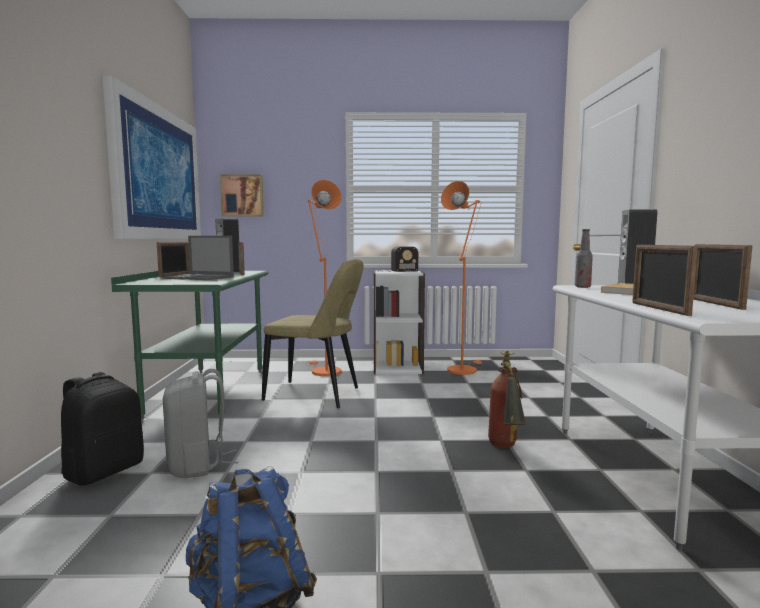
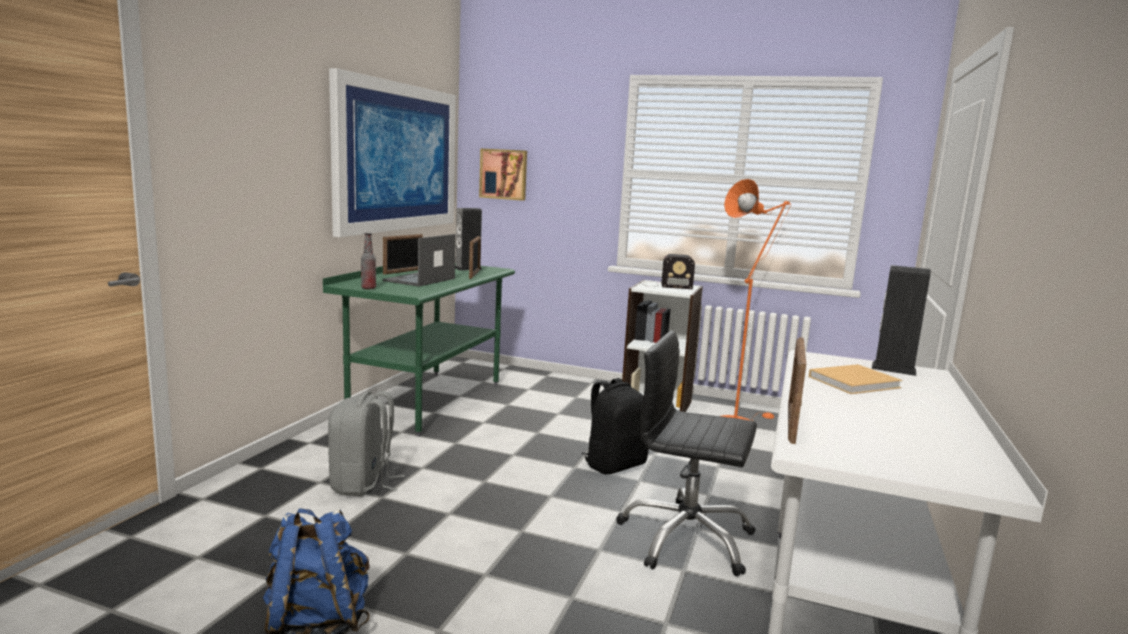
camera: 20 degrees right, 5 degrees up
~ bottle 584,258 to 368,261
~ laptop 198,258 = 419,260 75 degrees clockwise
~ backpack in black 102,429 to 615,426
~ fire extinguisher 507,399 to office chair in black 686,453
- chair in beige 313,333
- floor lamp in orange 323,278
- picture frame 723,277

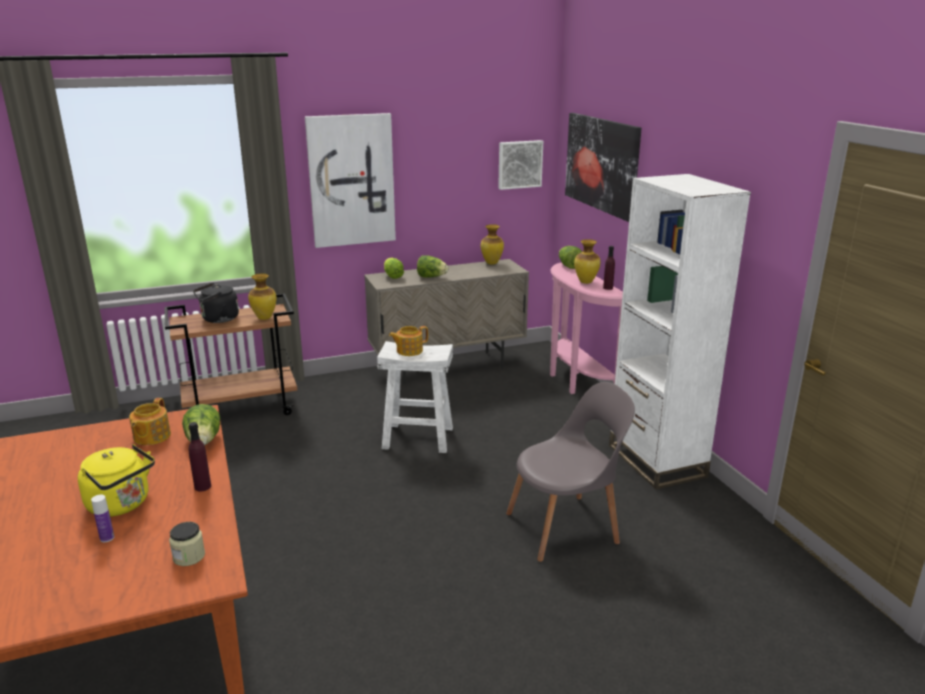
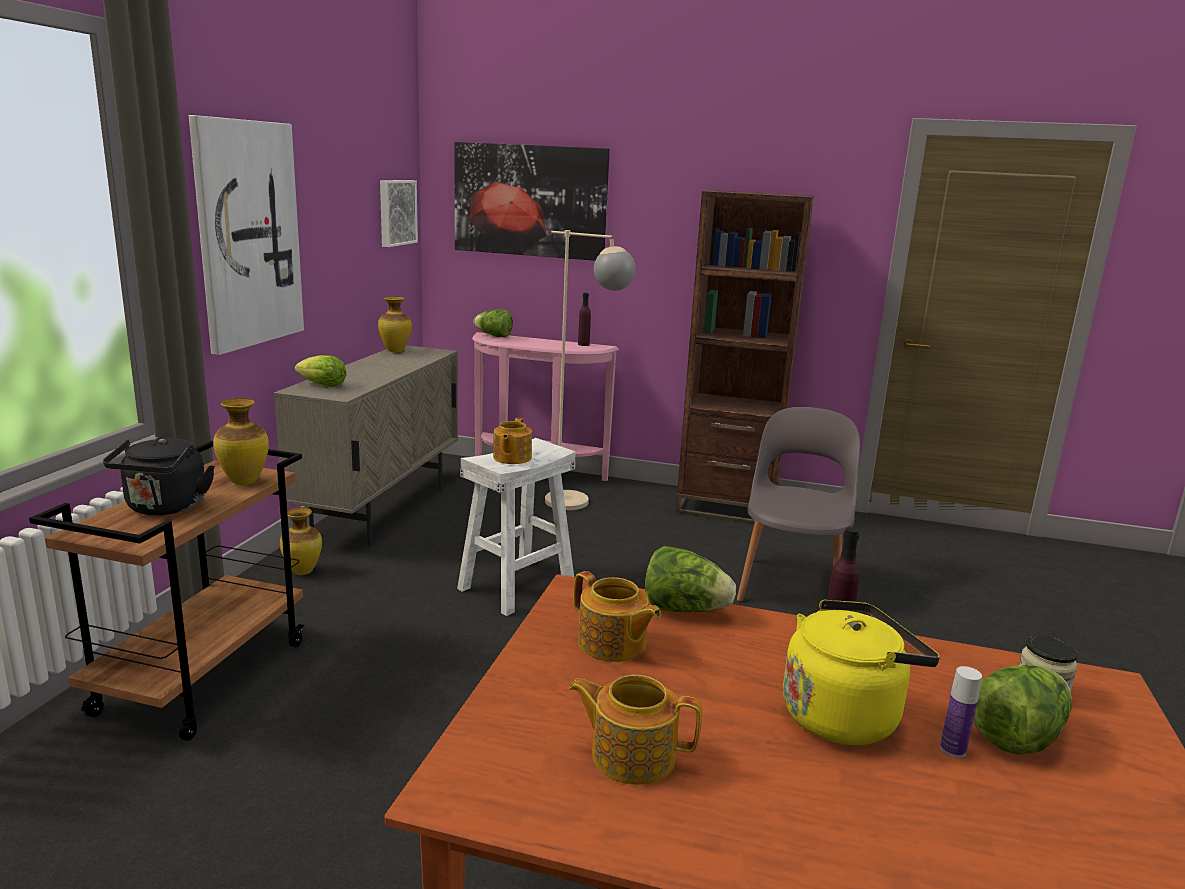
camera: 55 degrees left, 5 degrees down
~ vase 587,261 to 301,541
+ floor lamp in beige 590,370
+ teapot 635,729
~ bookcase in white 680,331 to bookcase in brown 744,358
~ lettuce 432,266 to 1023,710

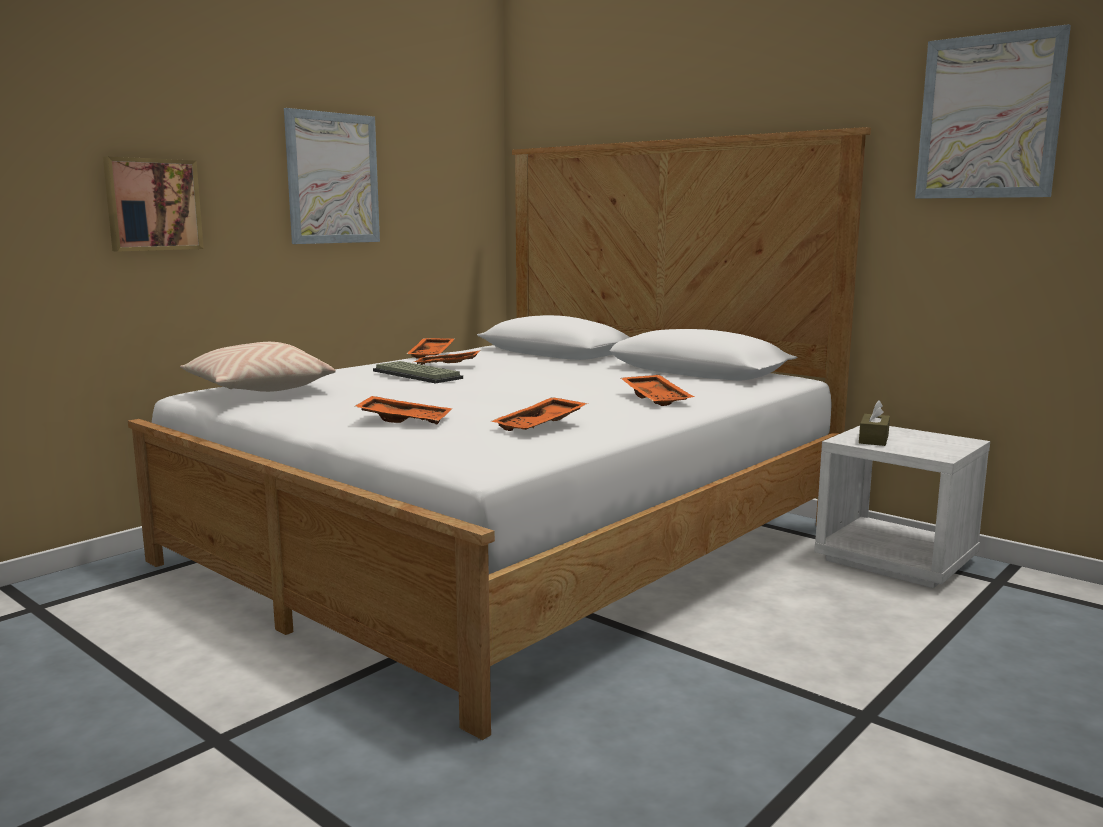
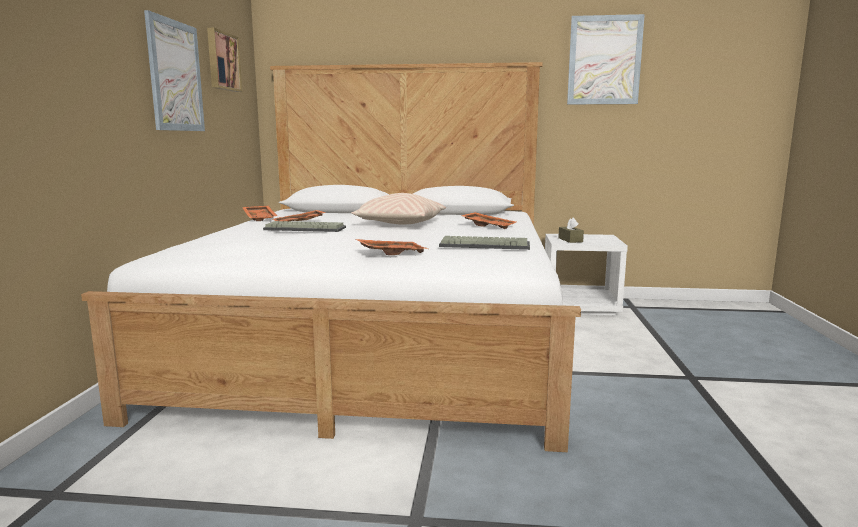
camera: 35 degrees left, 0 degrees up
~ picture 153,204 to 224,60
~ pillow in beige 258,367 to 398,209
~ tray in orange 539,414 to keyboard 484,243

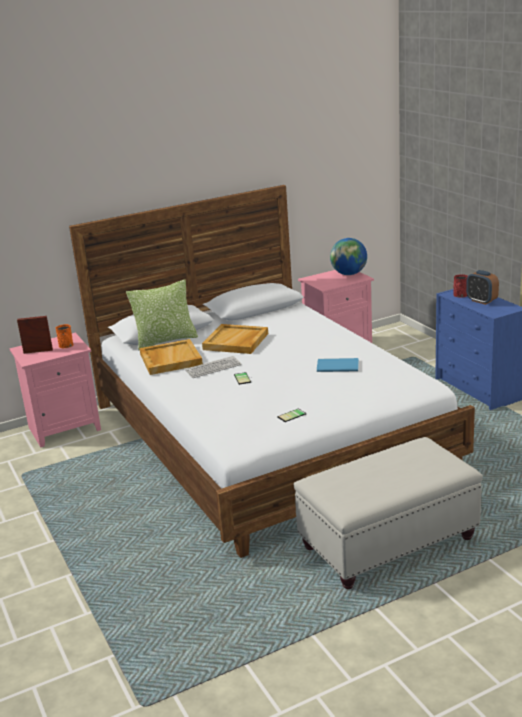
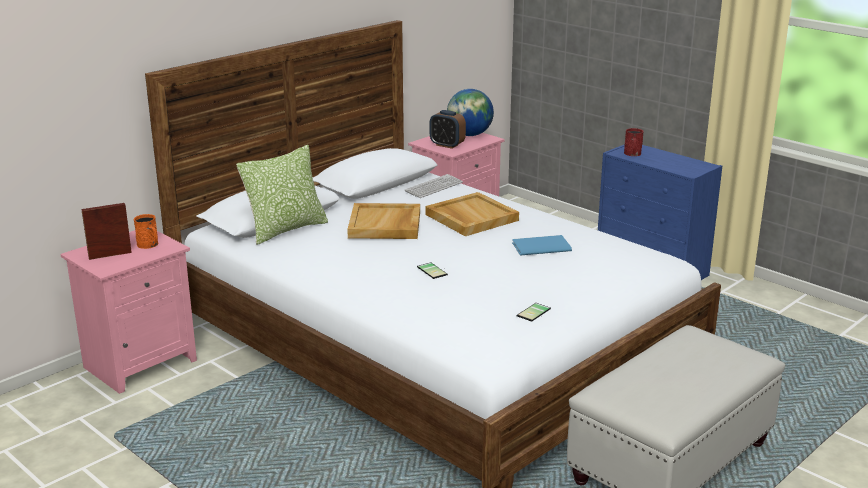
camera: 20 degrees left, 0 degrees up
~ keyboard 213,367 to 434,186
~ tray in beige 171,357 to 472,214
~ alarm clock 482,287 to 448,129

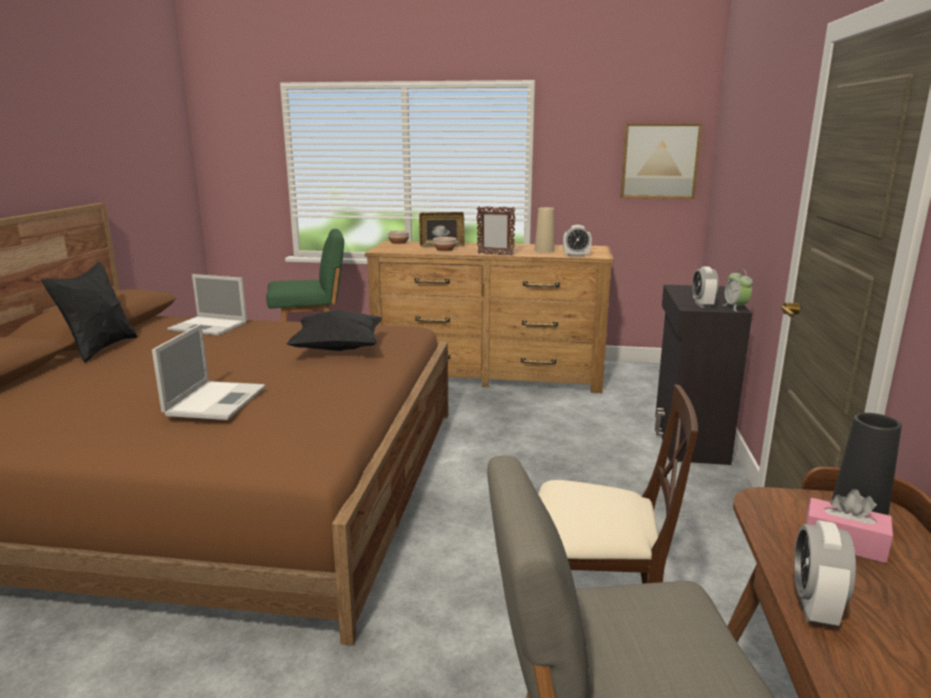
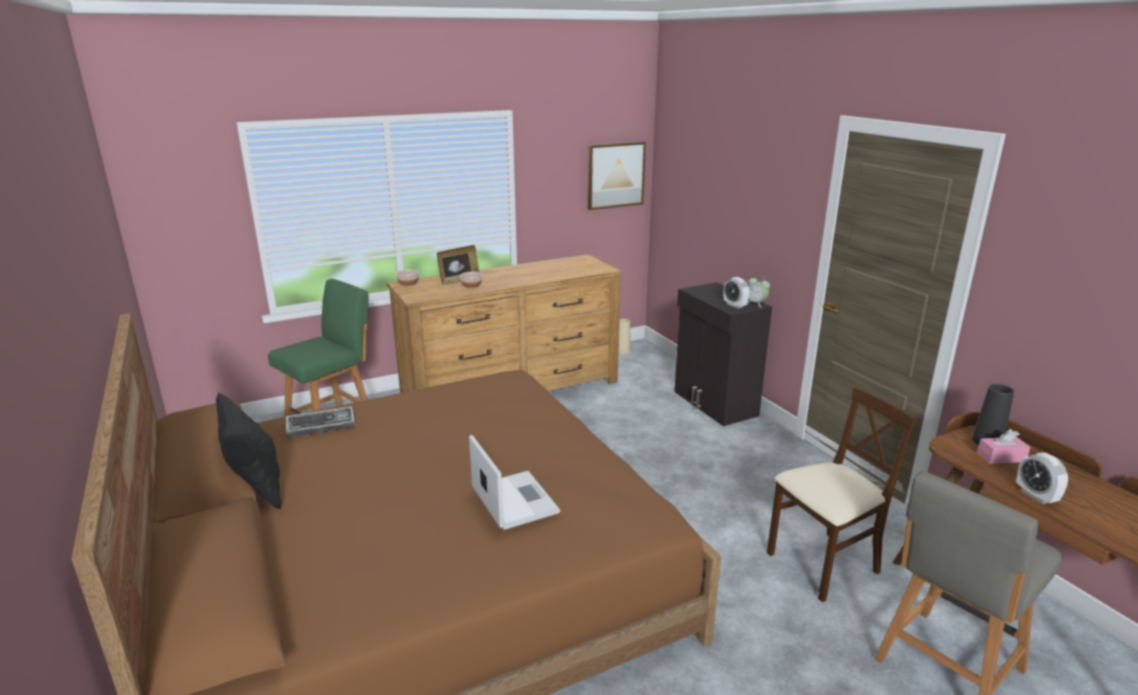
camera: 35 degrees left, 5 degrees up
~ laptop 207,305 to keyboard 321,422
~ vase in beige 545,230 to 624,336
- pillow in black 334,330
- picture frame 495,231
- alarm clock 577,241

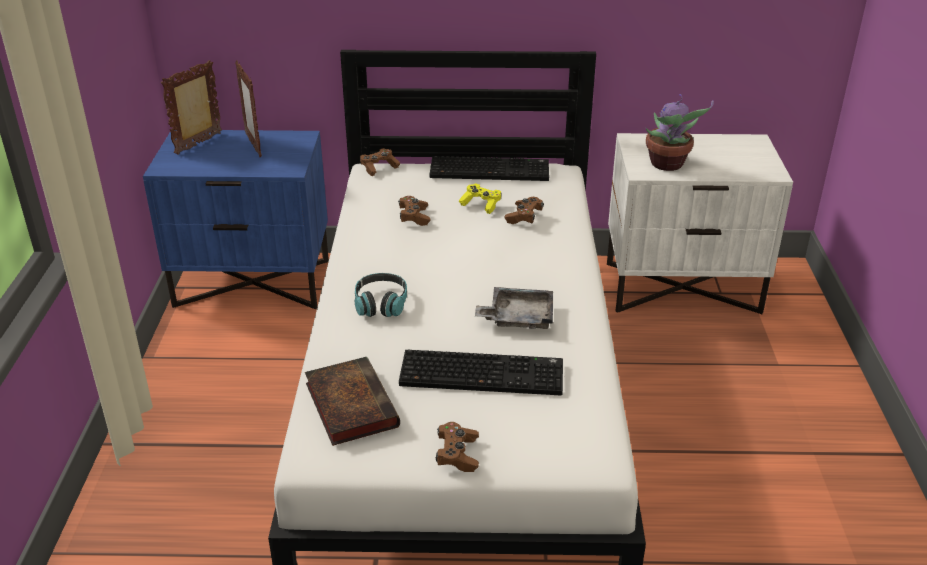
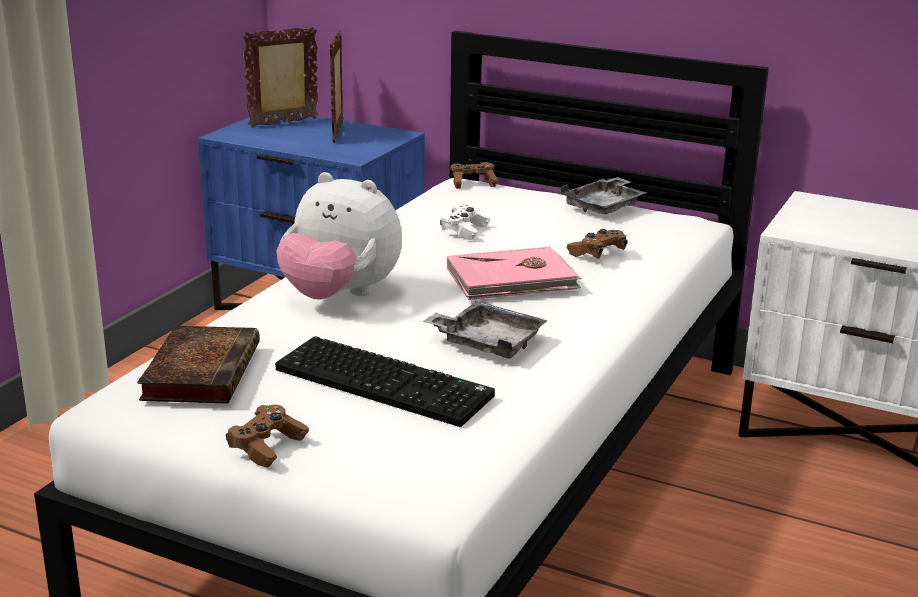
camera: 25 degrees right, 10 degrees down
~ headphones 381,295 to plush toy 339,236
~ game controller in brown 414,211 to game controller in white 465,222
+ book in pink 514,273
~ keyboard 489,168 to tray in grey 604,195
- game controller in yellow 480,199
- potted plant 680,132

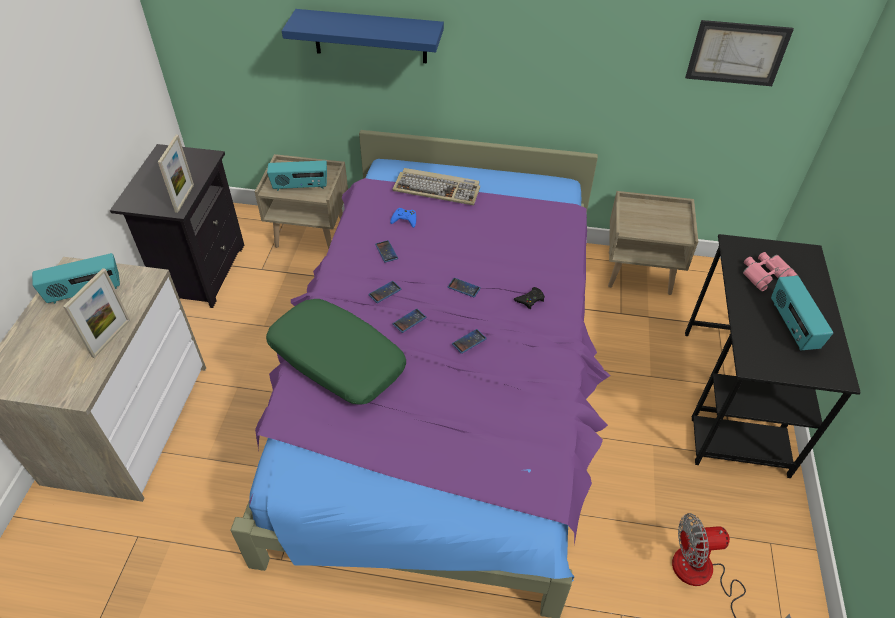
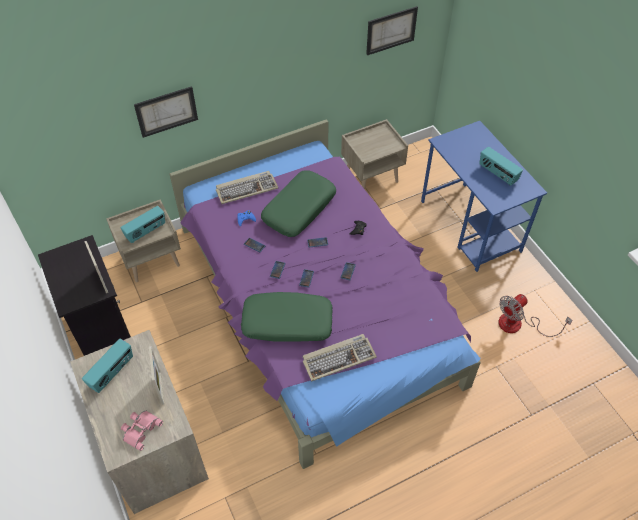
camera: 35 degrees left, 5 degrees up
~ binoculars in pink 770,272 to 142,431
~ shelf in blue 363,36 to picture 166,112
+ pillow in green 298,203
+ keyboard 340,357
~ desk in black 773,356 to desk in blue 484,196

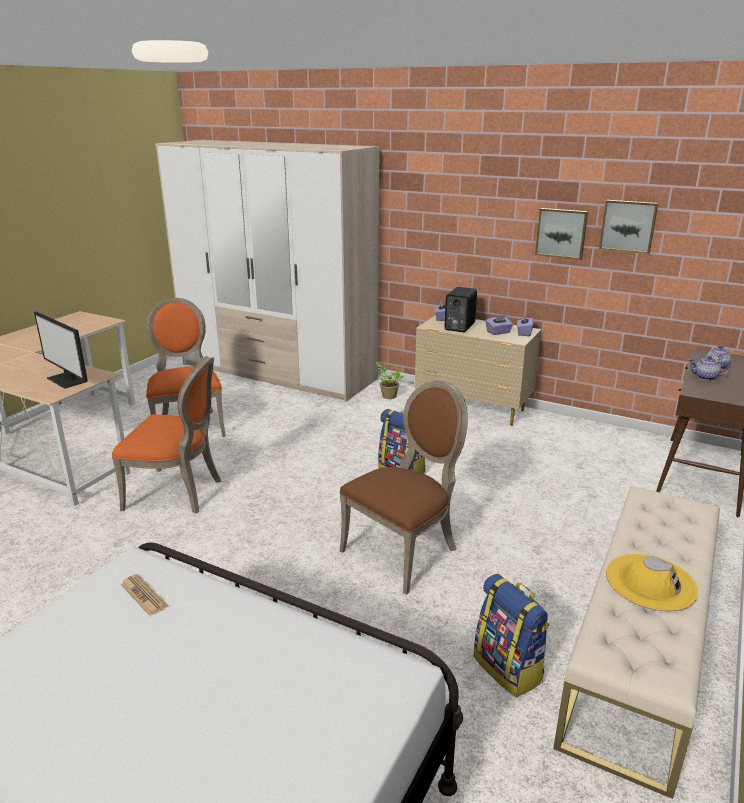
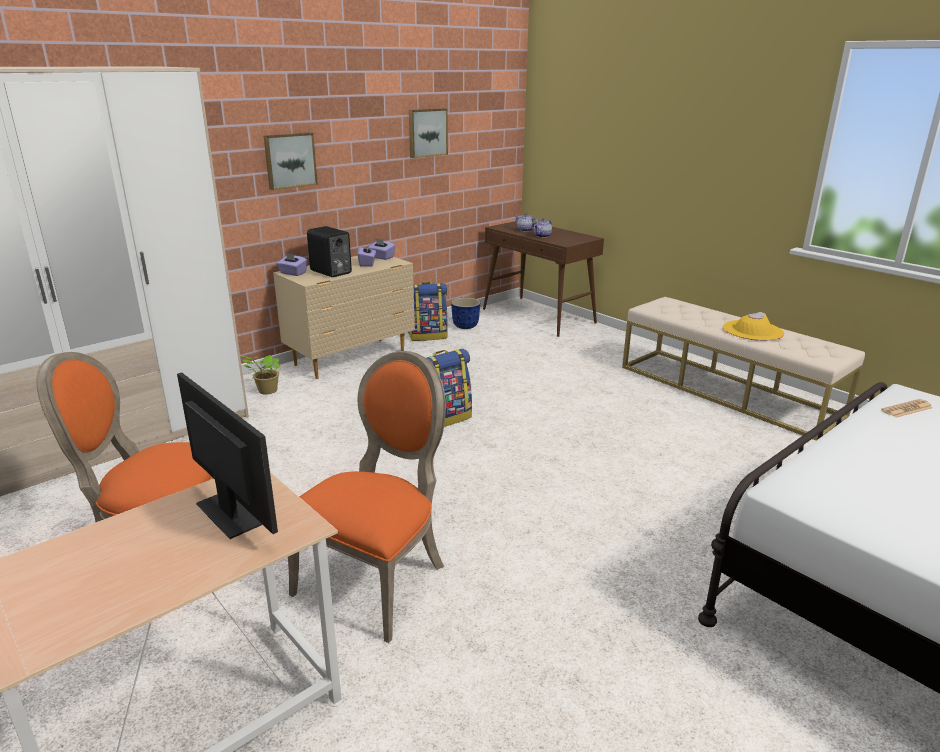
camera: 70 degrees left, 0 degrees up
~ monitor 61,350 = 227,455 105 degrees counterclockwise
~ picture 561,234 to 291,161
~ backpack 511,636 to 428,311
+ planter 465,313
~ newspaper 144,595 to 907,408
- chair in brown 404,488

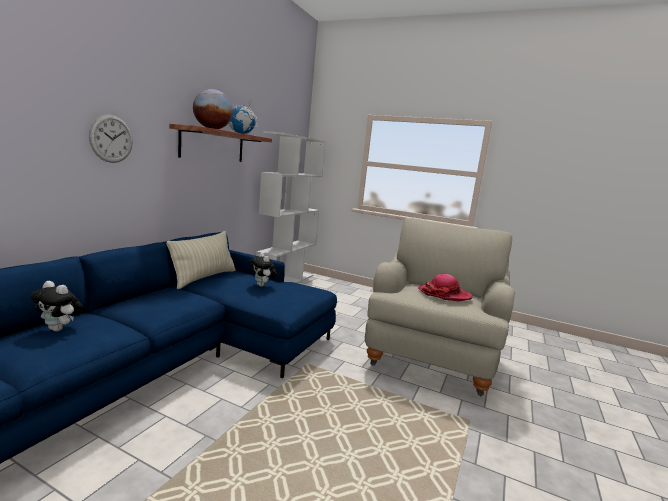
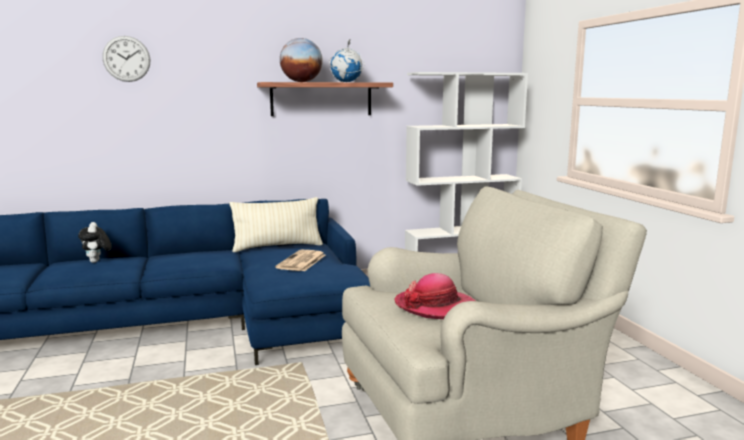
camera: 50 degrees right, 0 degrees up
~ wall clock 111,139 to 126,59
~ plush toy 263,269 to newspaper 300,260

